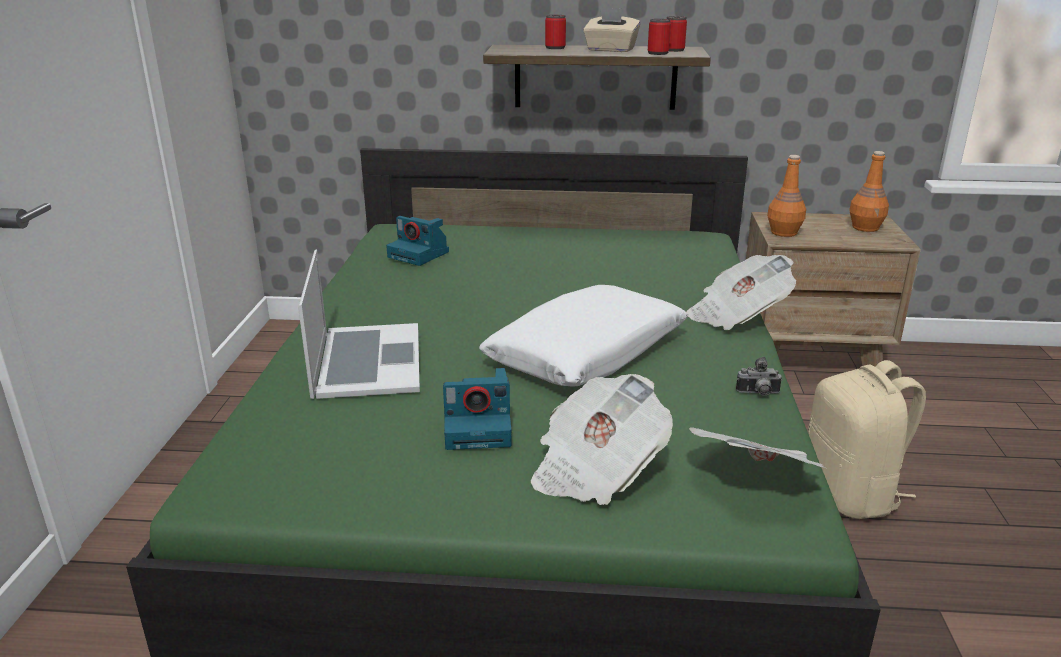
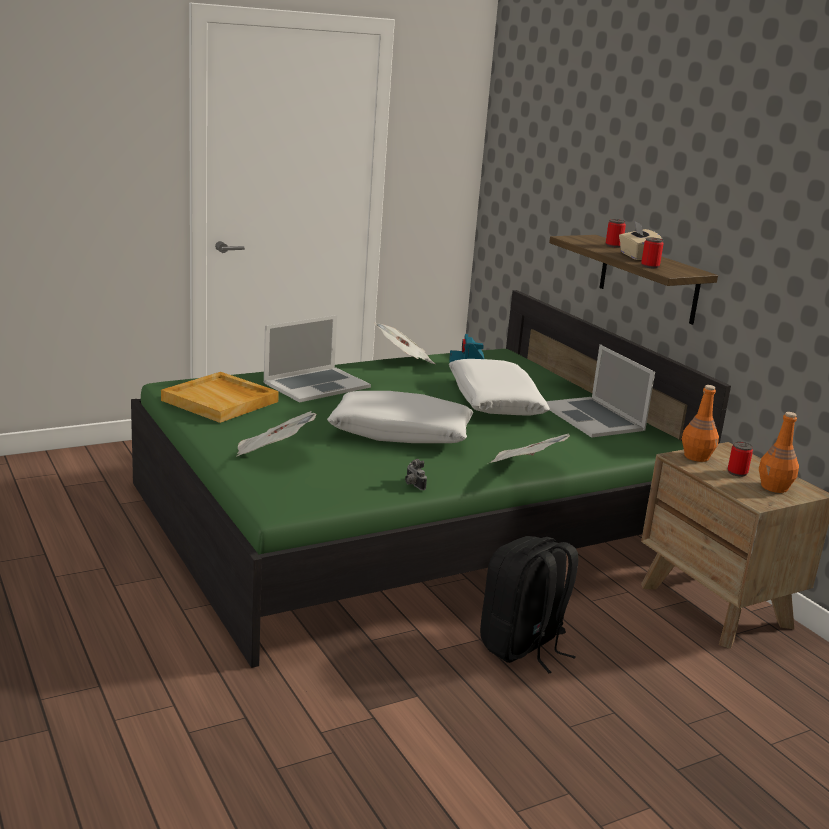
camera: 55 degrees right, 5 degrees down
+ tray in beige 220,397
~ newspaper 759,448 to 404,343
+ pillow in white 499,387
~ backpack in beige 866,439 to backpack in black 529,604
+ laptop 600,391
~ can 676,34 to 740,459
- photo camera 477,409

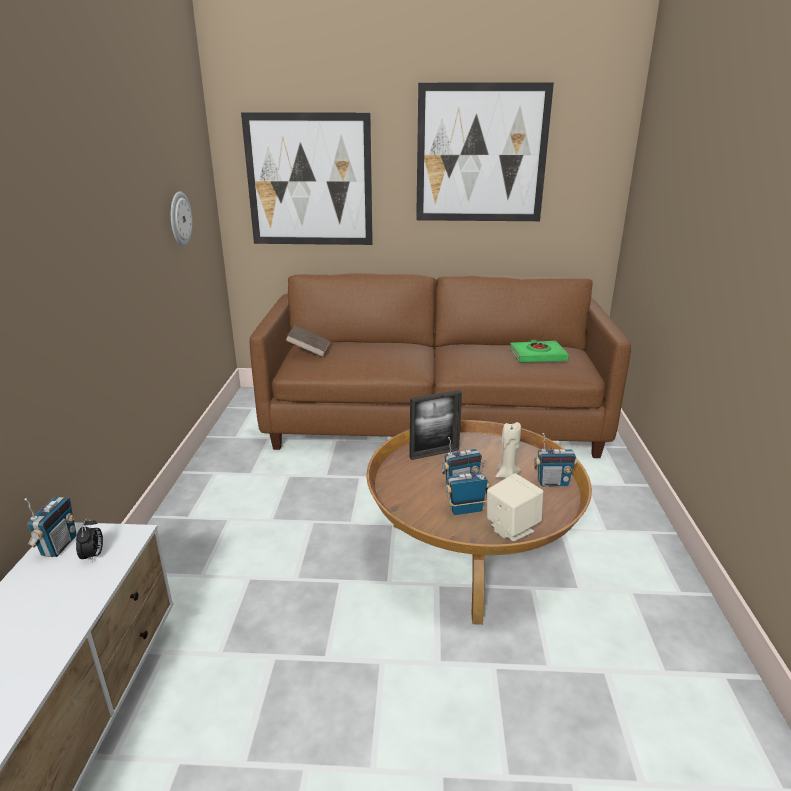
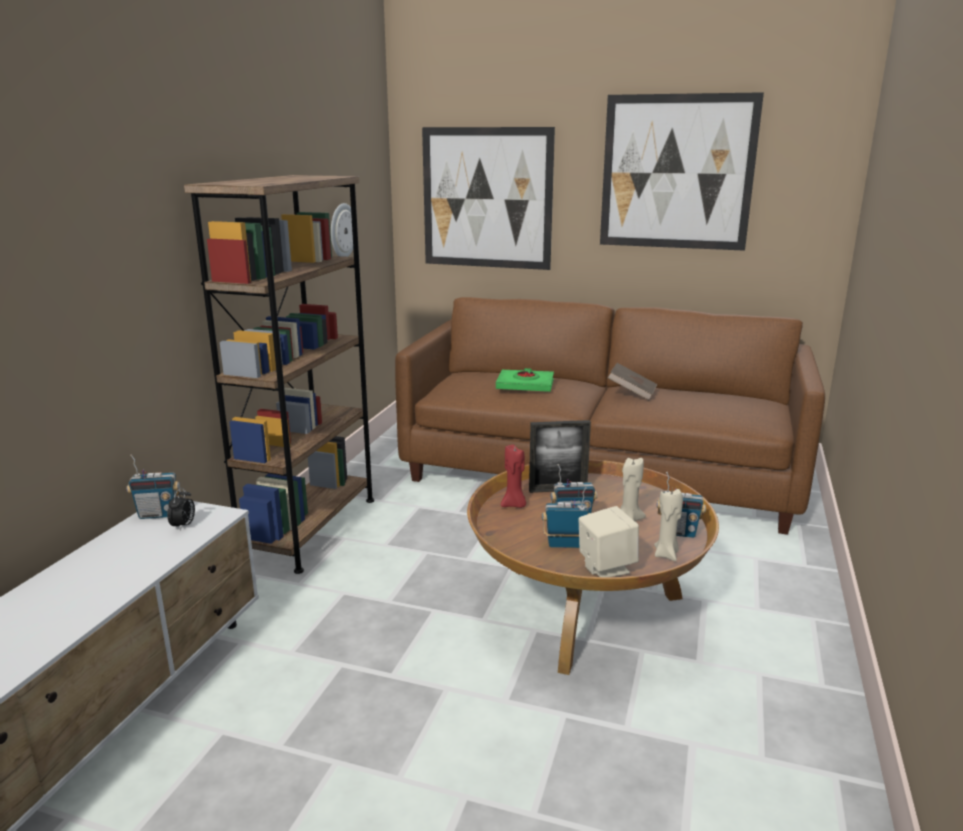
camera: 15 degrees right, 5 degrees down
~ radio 50,527 = 154,486 60 degrees clockwise
+ bookcase in brown 279,374
~ book in green 539,351 to 525,380
+ candle in red 513,476
~ book in brown 307,341 to 632,381
+ candle in beige 668,525

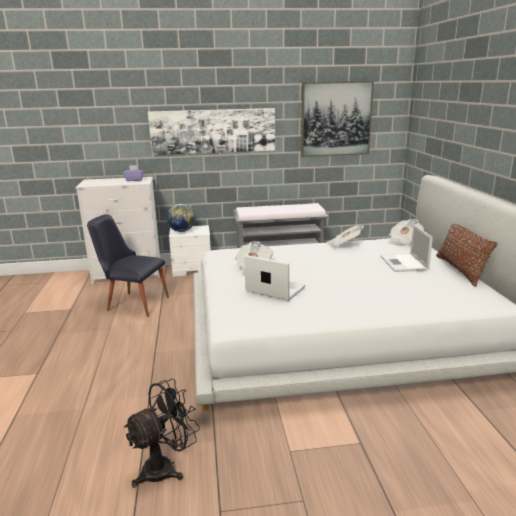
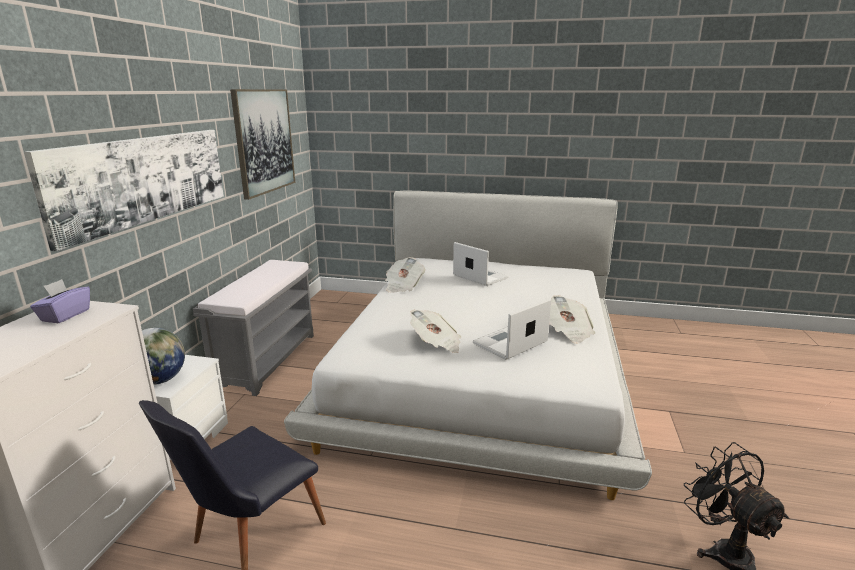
camera: 70 degrees left, 0 degrees up
~ laptop 406,248 = 481,264 150 degrees counterclockwise
~ newspaper 406,232 to 572,319
- pillow in brown 467,255

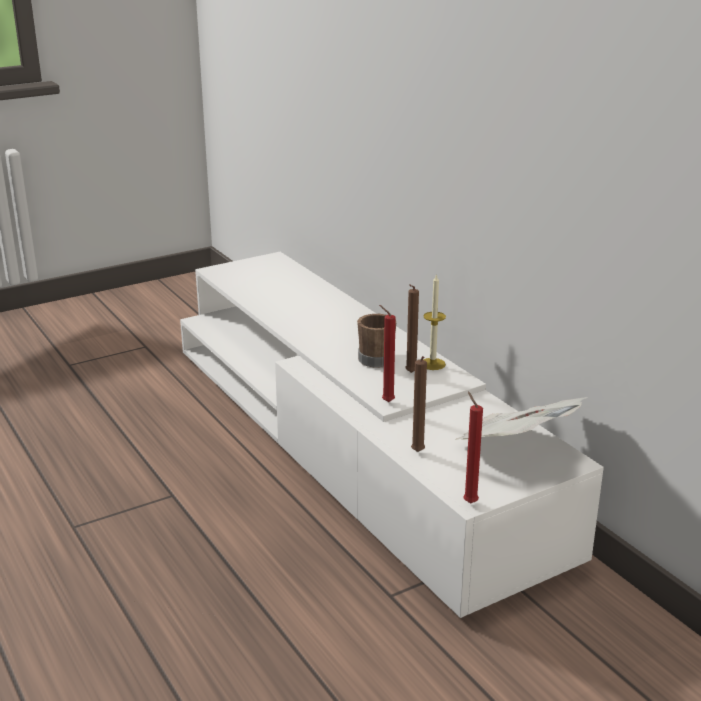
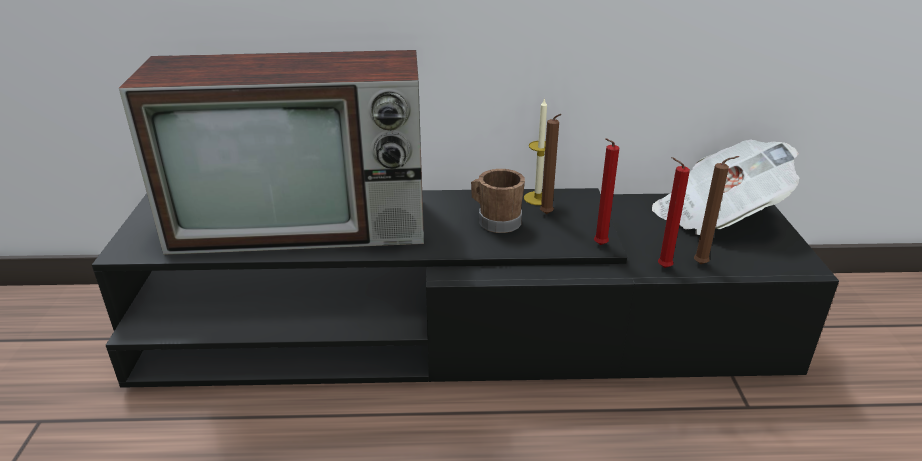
camera: 60 degrees left, 5 degrees up
~ tv stand in white 392,435 to tv stand in black 465,288
+ television 271,152
~ candle in red 473,447 to 674,212

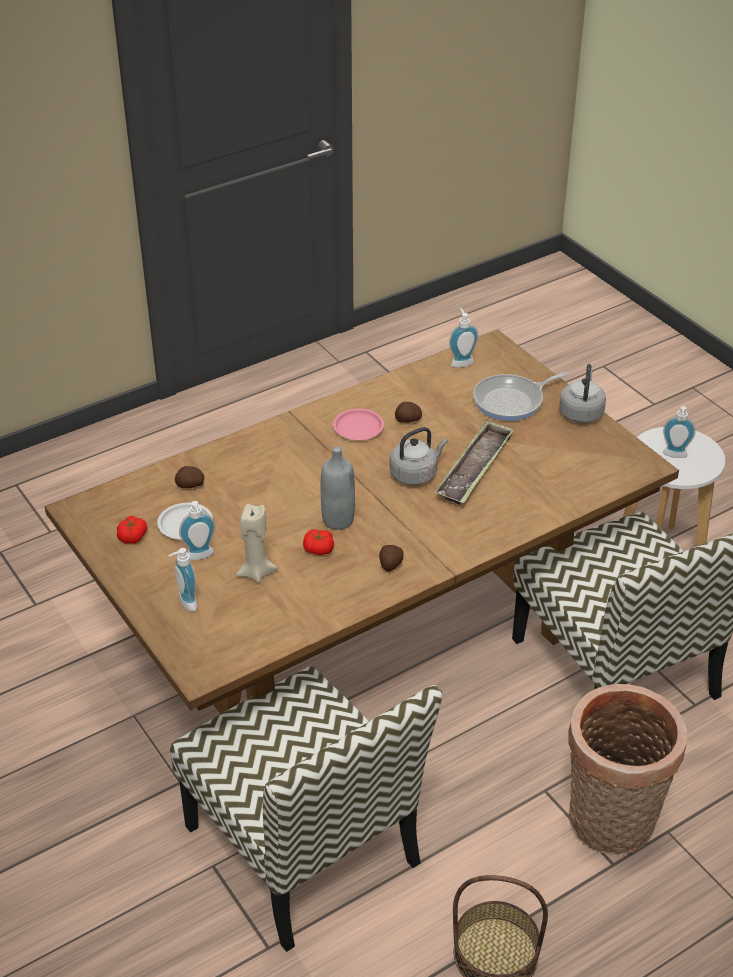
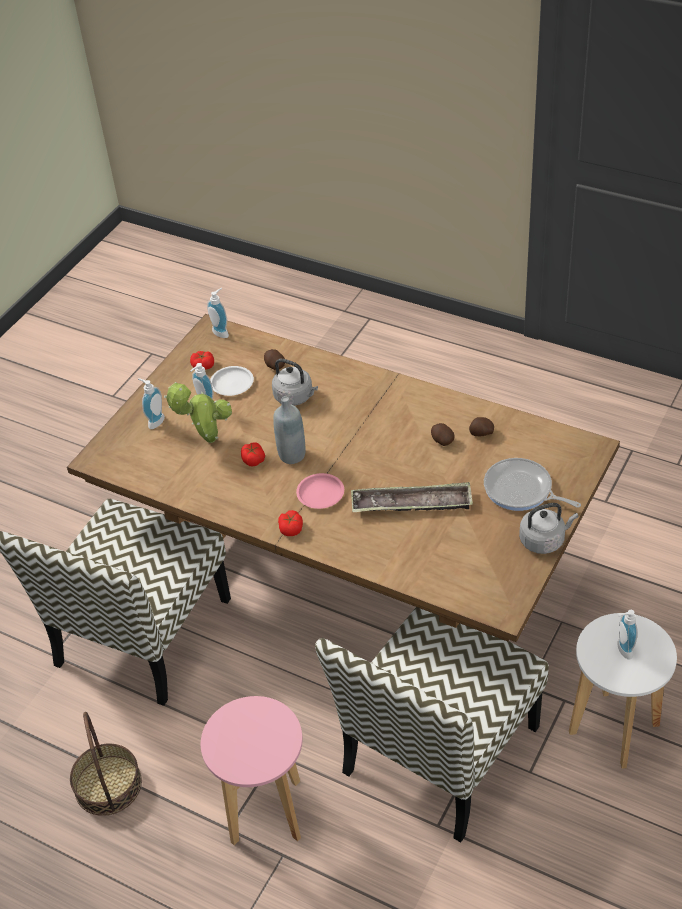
camera: 65 degrees right, 5 degrees up
~ candle in beige 257,543 to potted plant 198,412
~ basket 628,769 to stool in pink 252,770
~ soap dispenser 463,338 to 218,313
~ kettle in grey 419,456 to 295,382
+ tomato 290,523
~ plate in pink 358,424 to 320,491
~ potato 391,558 to 481,426

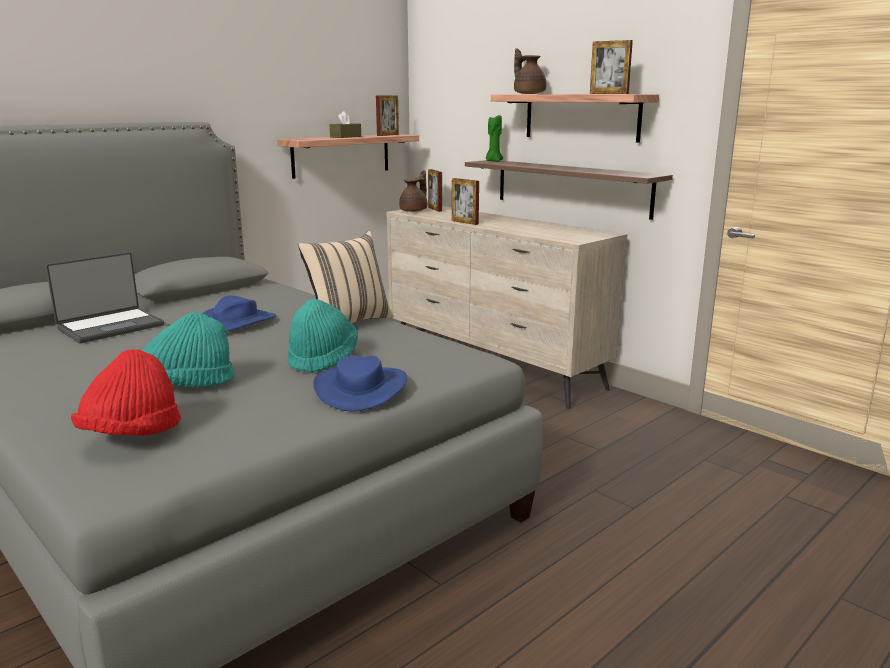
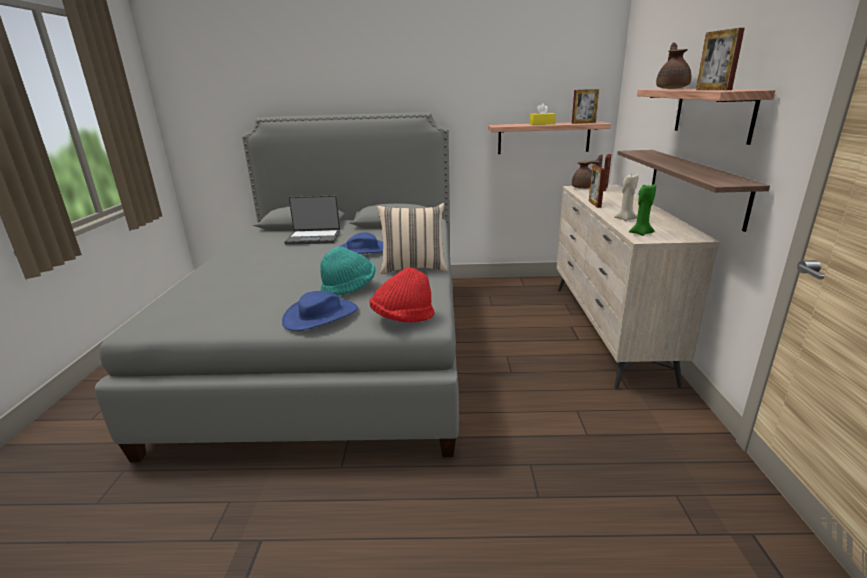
camera: 45 degrees right, 5 degrees up
~ hat in red 126,392 to 402,295
~ tissue box in brown 345,124 to tissue box in yellow 542,114
+ candle in beige 626,197
~ candle in green 494,138 to 642,210
- hat in turquoise 189,349

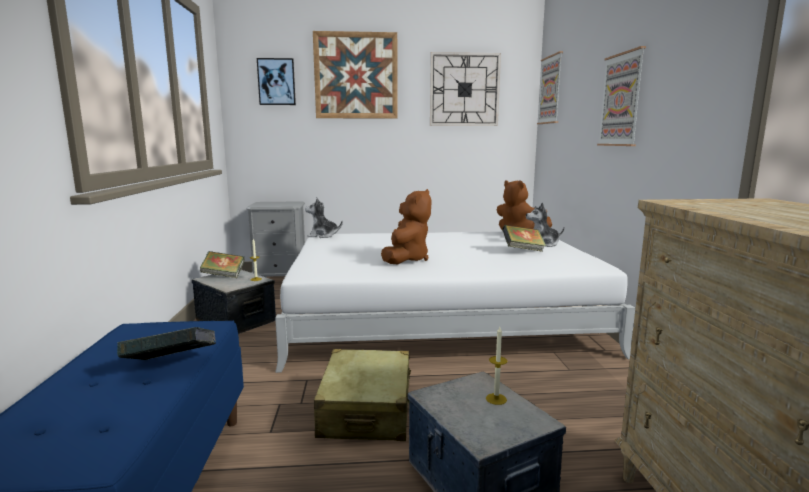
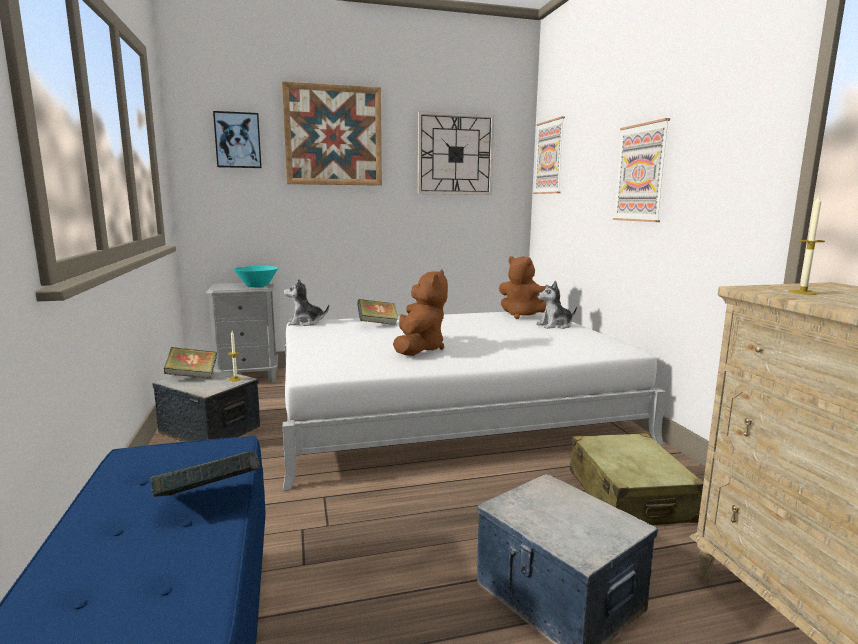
camera: 10 degrees left, 0 degrees up
+ bowl in turquoise 256,276
~ book 524,238 to 378,312
~ suitcase in beige 362,395 to 636,479
~ candle 496,366 to 806,245

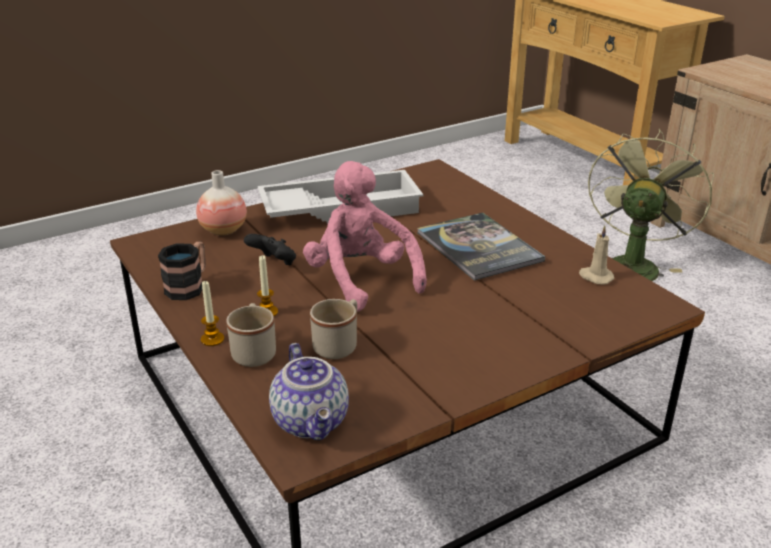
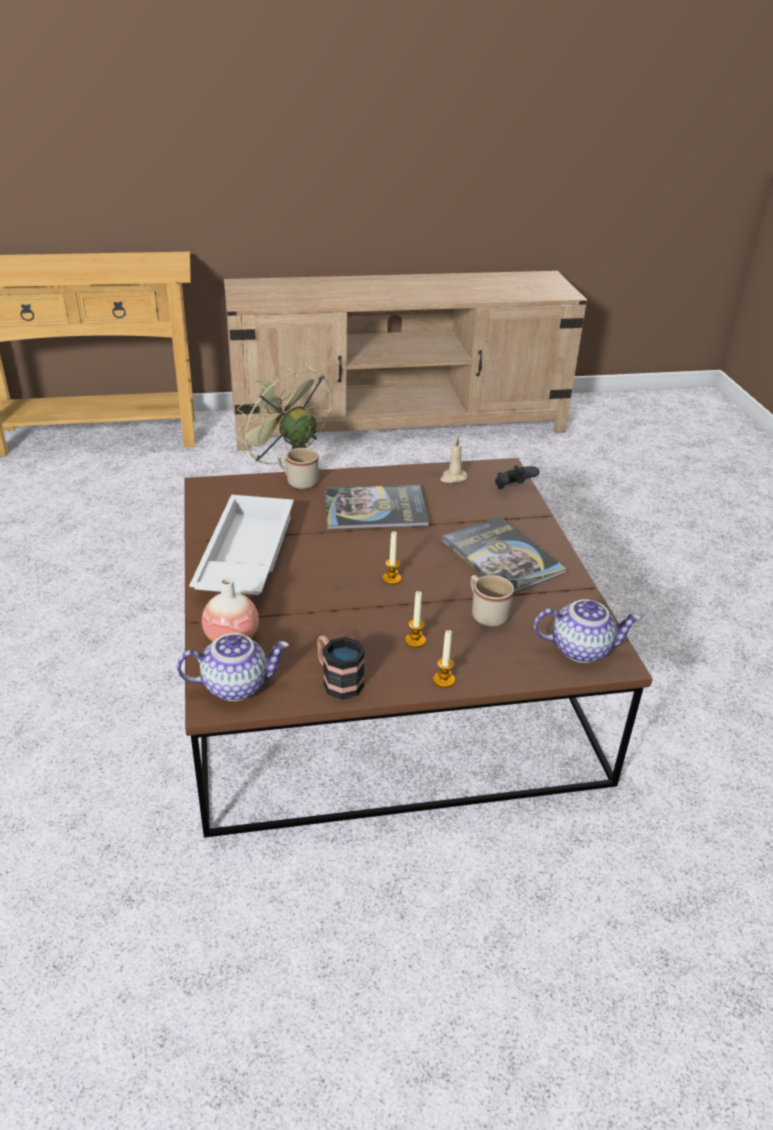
camera: 70 degrees left, 5 degrees up
+ teapot 233,667
~ mug in beige 251,335 to 298,468
~ plush toy in pink 365,236 to candle 391,558
+ book 504,554
~ game controller in black 270,249 to 517,477

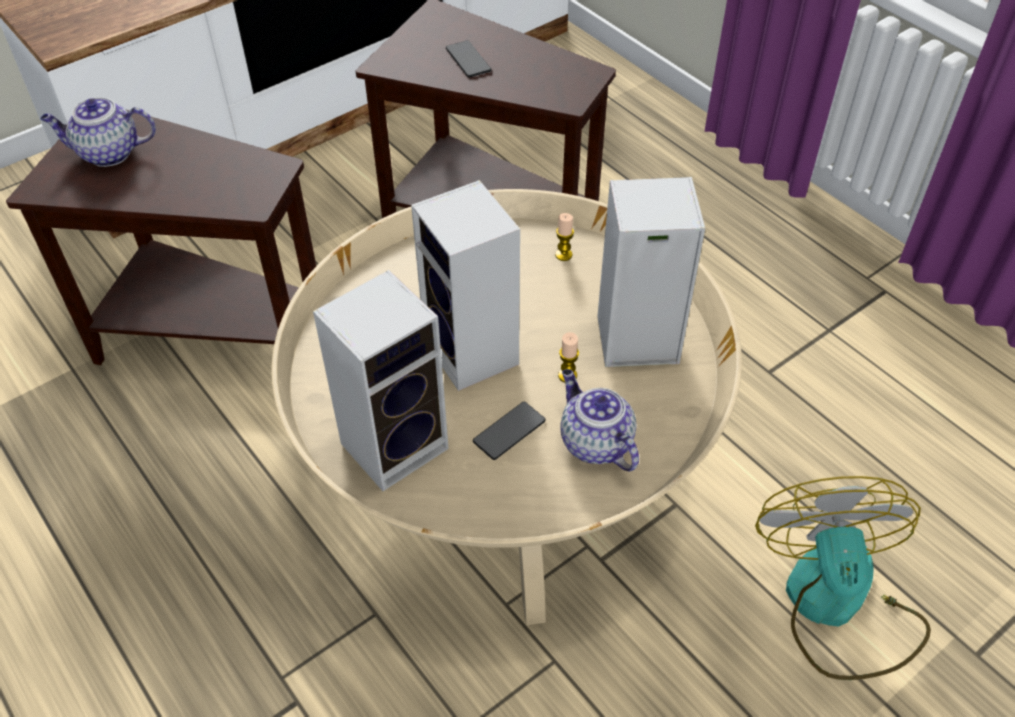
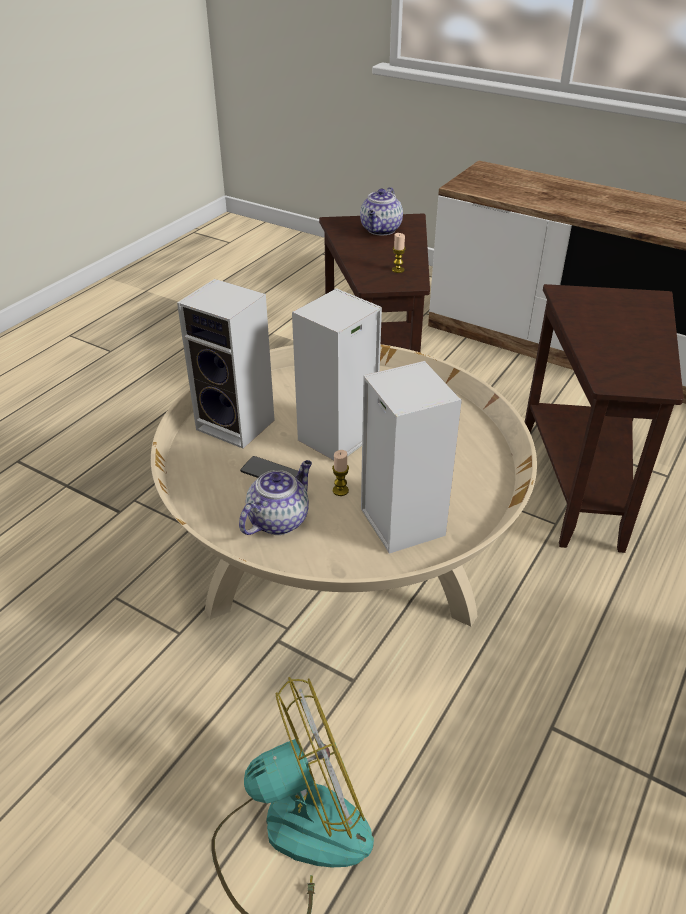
camera: 70 degrees right, 10 degrees down
~ teapot 98,132 = 381,211 135 degrees counterclockwise
~ candle 564,237 to 399,253
- phone 468,58

